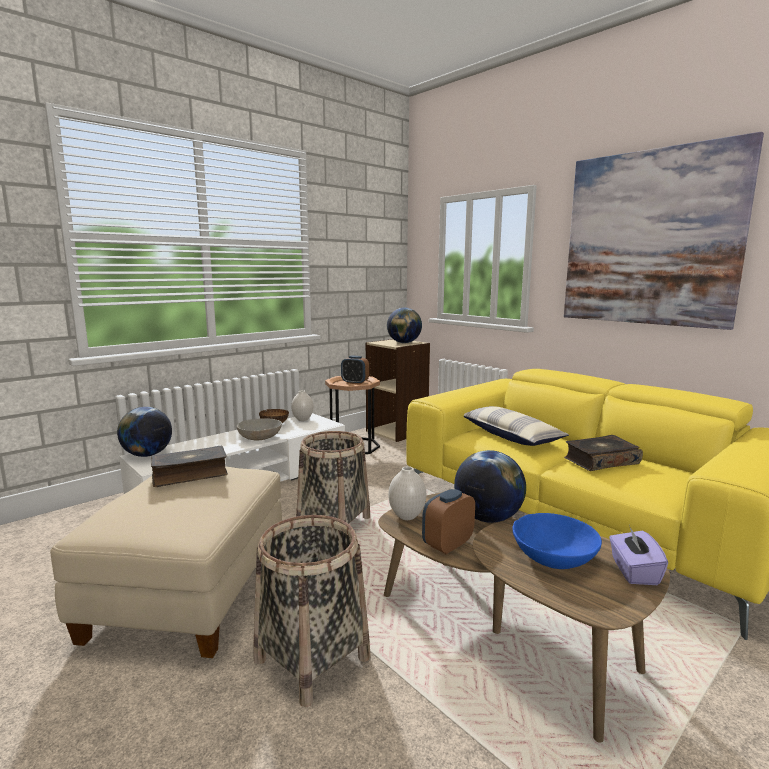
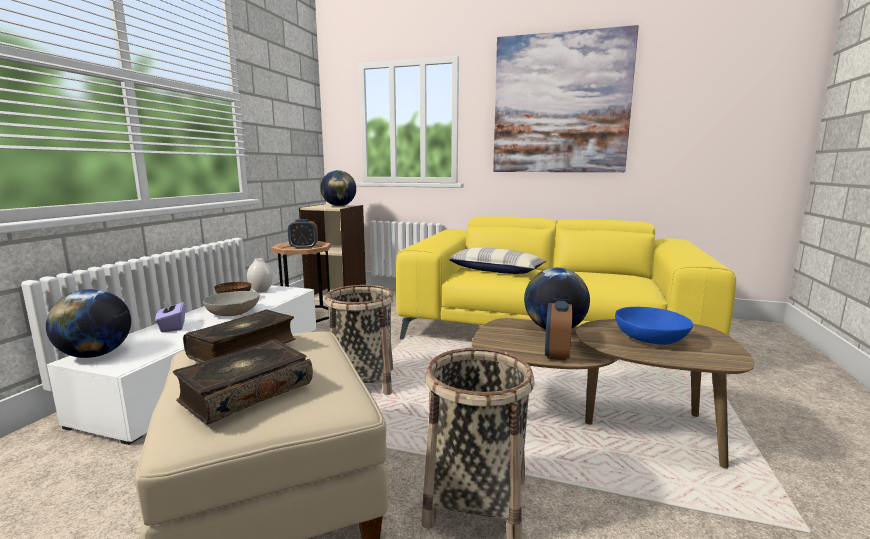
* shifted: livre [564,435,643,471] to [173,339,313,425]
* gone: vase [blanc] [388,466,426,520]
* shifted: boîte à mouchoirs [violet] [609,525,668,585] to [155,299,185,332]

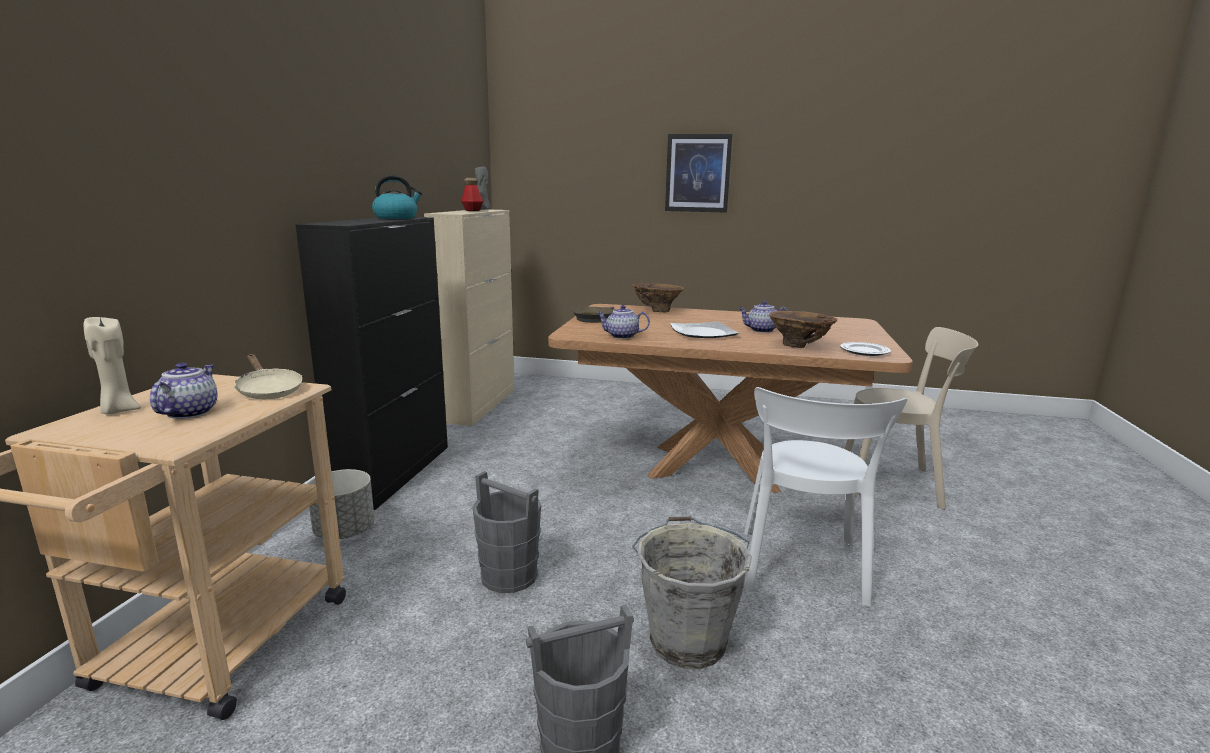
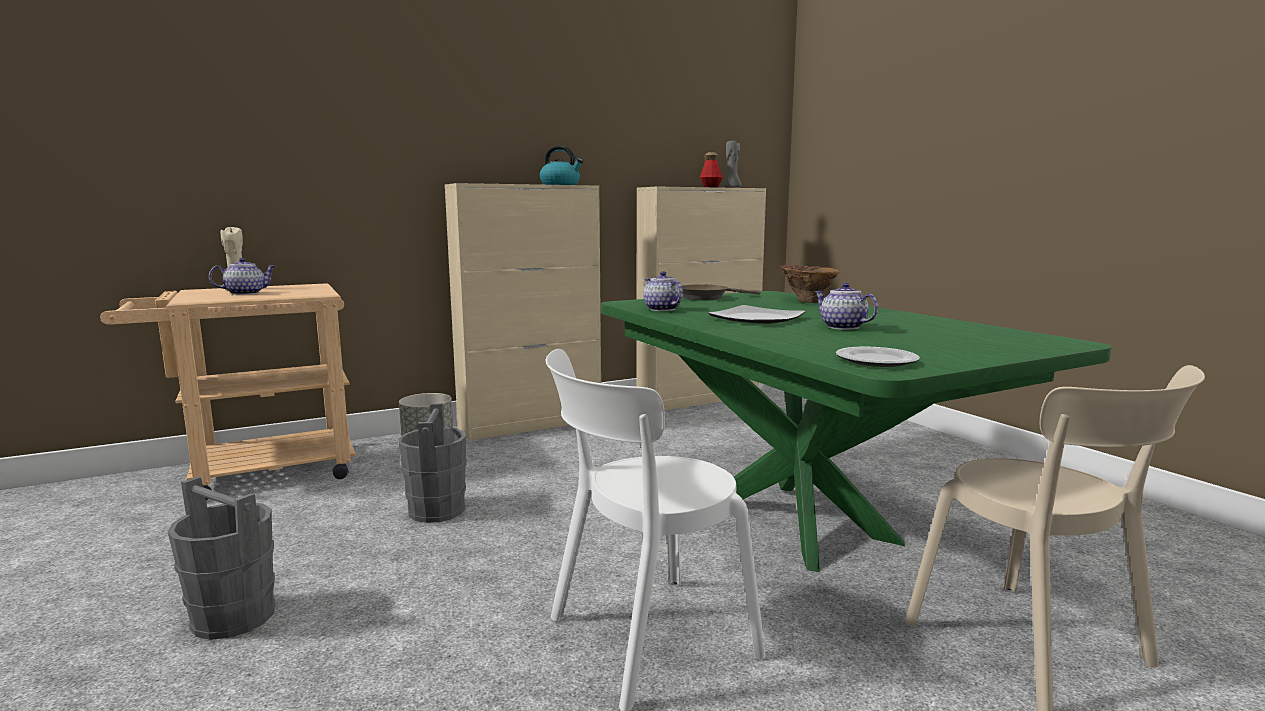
* gone: tableau [665,134,733,213]
* repainted: meuble de rangement [noir] [295,217,448,510] to meuble de rangement [beige] [445,183,601,440]
* repainted: table à manger [marron] [548,304,913,493] to table à manger [vert] [601,291,1111,572]
* gone: vase [marron] [769,311,837,348]
* gone: poêle [beige] [234,354,302,399]
* gone: seau [gris] [632,516,752,669]

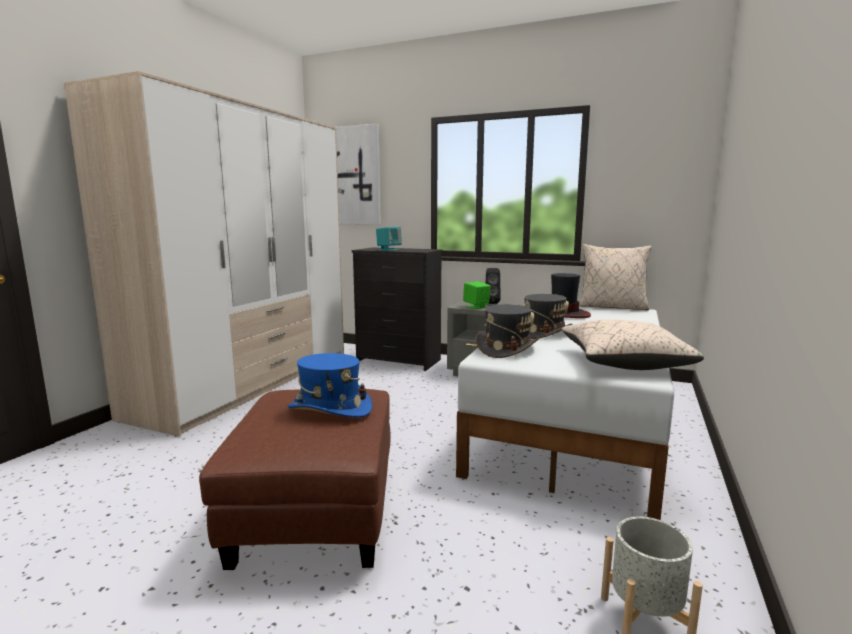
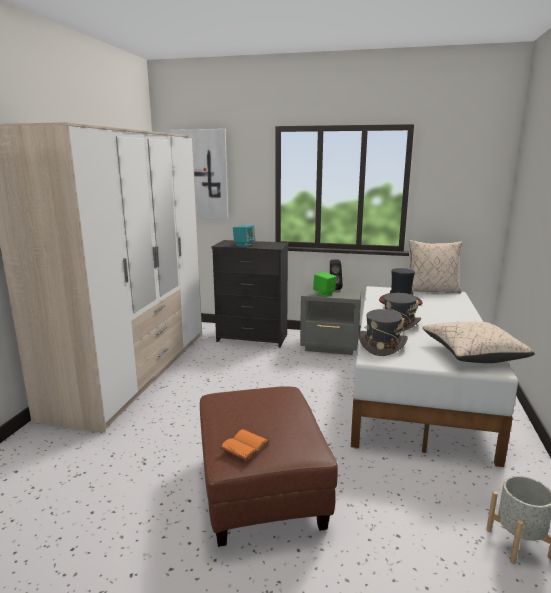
* gone: chapeau [bleu] [288,353,372,417]
* new: livre [orange] [220,429,269,461]

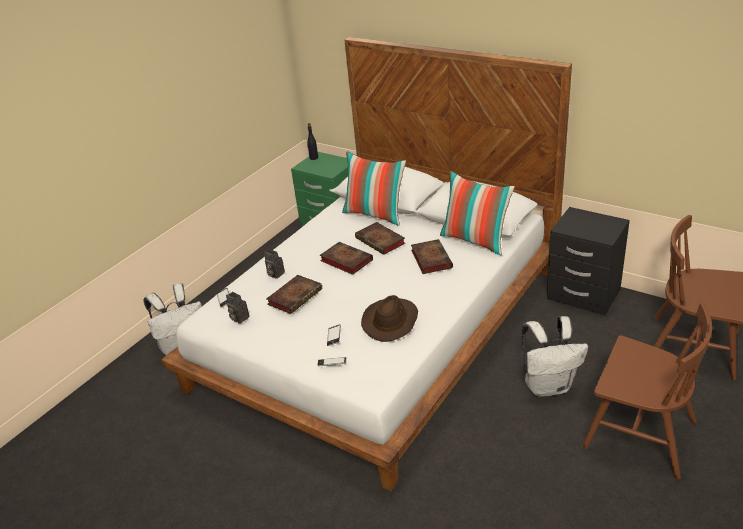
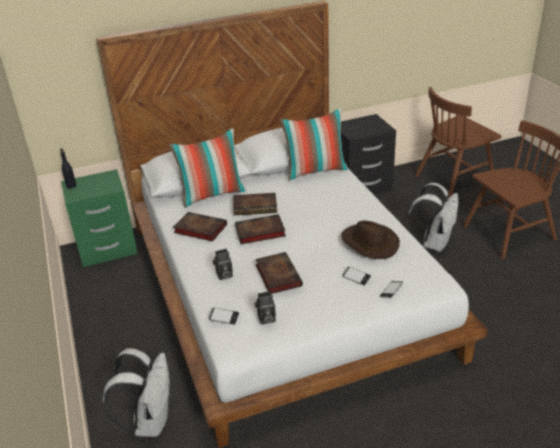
* shifted: livre [411,239,453,274] to [173,212,227,242]

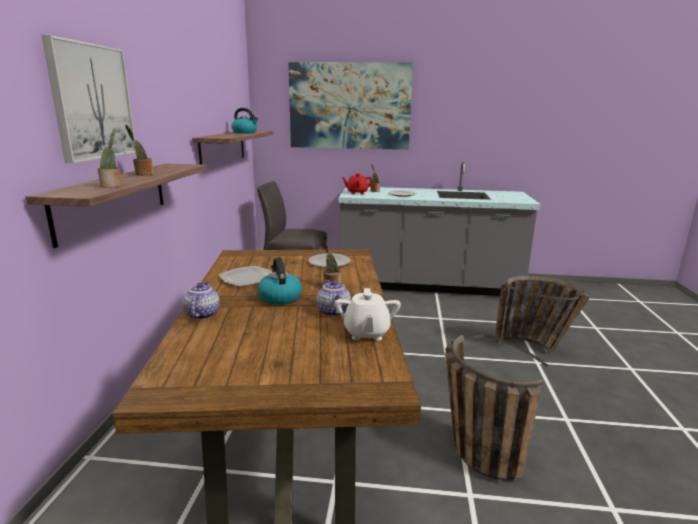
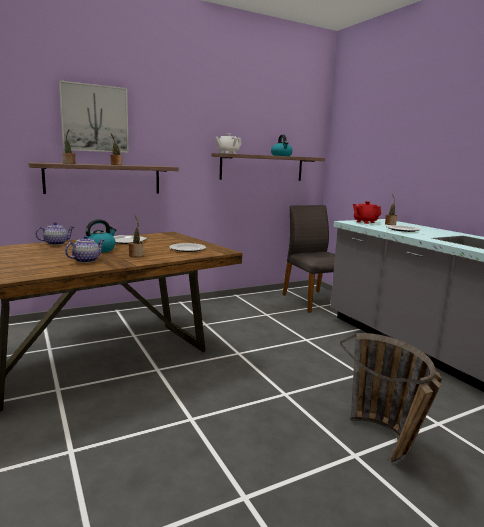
* gone: tableau [288,62,413,150]
* shifted: théière [blanc] [335,288,401,341] to [215,133,242,154]
* gone: panier [445,334,548,480]

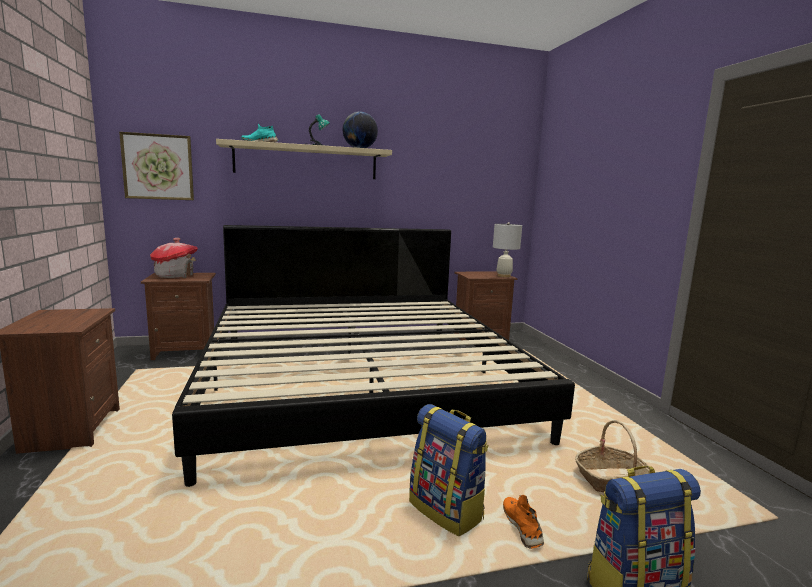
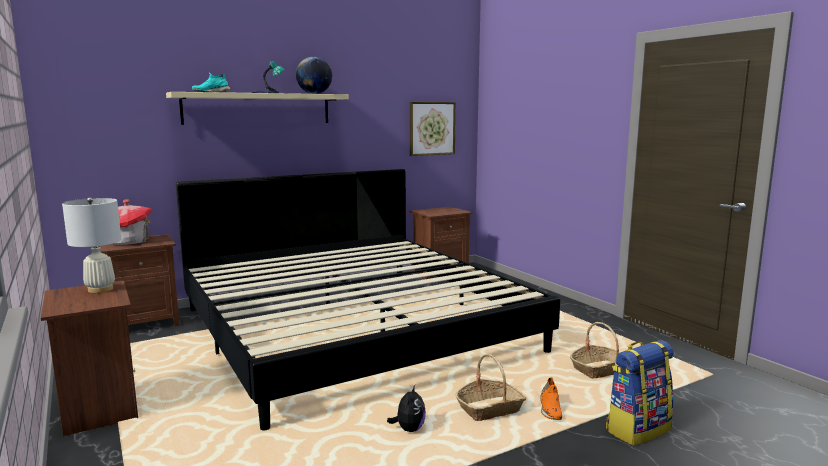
* shifted: tableau [119,132,194,200] to [410,102,456,156]
* shifted: lampe de table [blanc] [493,222,522,277] to [62,197,121,293]
* swapped: sac à dos [409,404,488,536] to panier [455,354,526,421]
* rotated: chaussure [orange] [503,495,544,549] = [541,377,562,420] 150 degrees counterclockwise
* new: peluche [387,385,426,432]

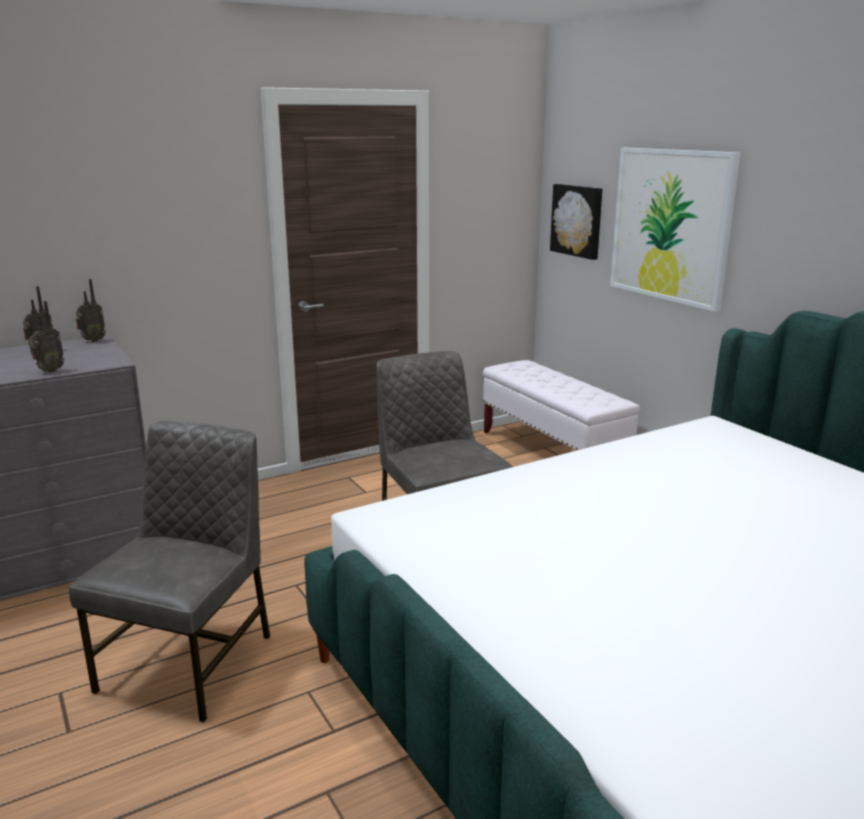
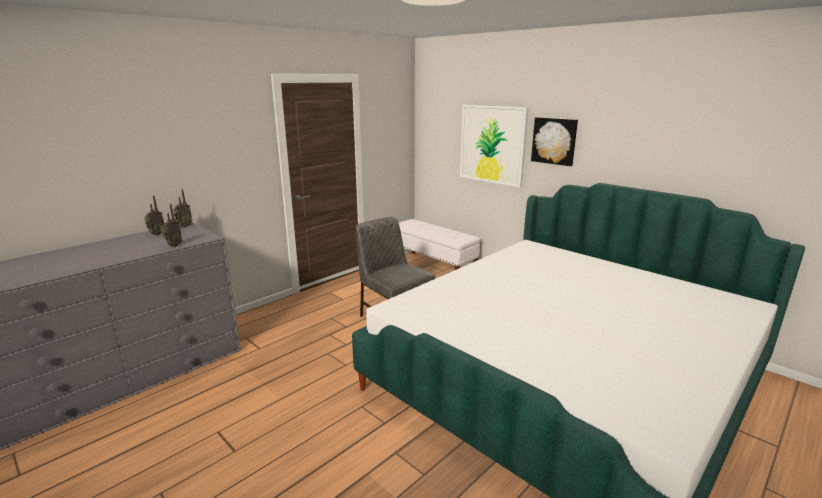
* shifted: tableau [550,184,602,260] to [531,117,578,166]
* gone: chaise [gris] [69,420,270,722]

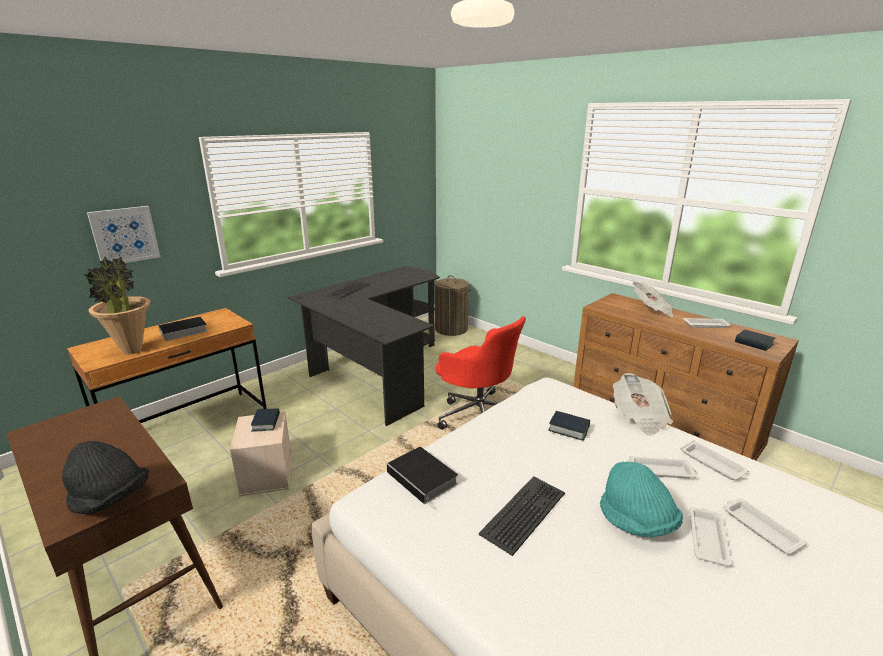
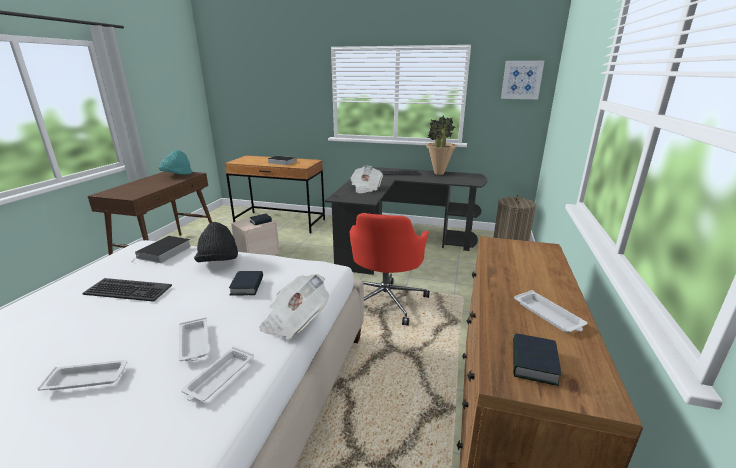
* shifted: tableau [87,206,160,263] to [501,61,544,99]
* shifted: plante en pot [84,256,151,354] to [426,116,457,175]
* shifted: journal [632,282,673,317] to [350,166,383,193]
* shifted: chapeau [noir] [62,441,149,514] to [194,222,238,262]
* shifted: chapeau [turquoise] [600,461,683,538] to [159,150,193,174]
* gone: plateau [blanc] [723,498,807,555]

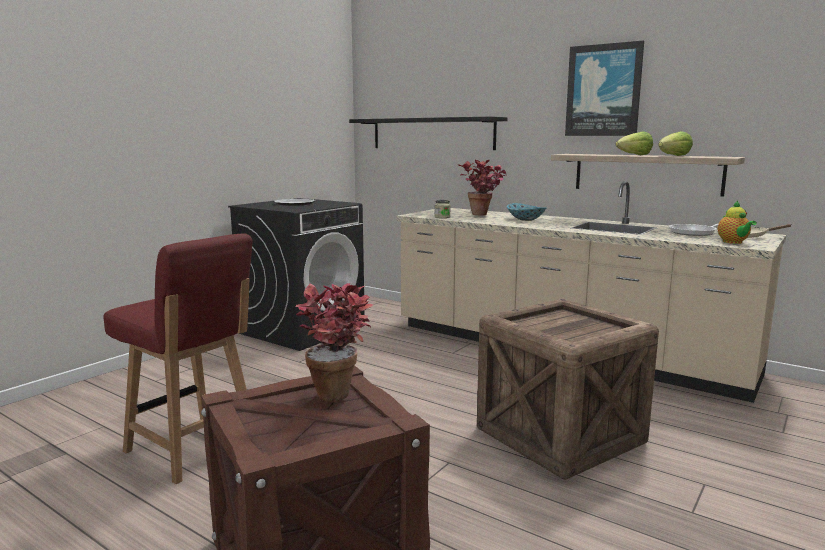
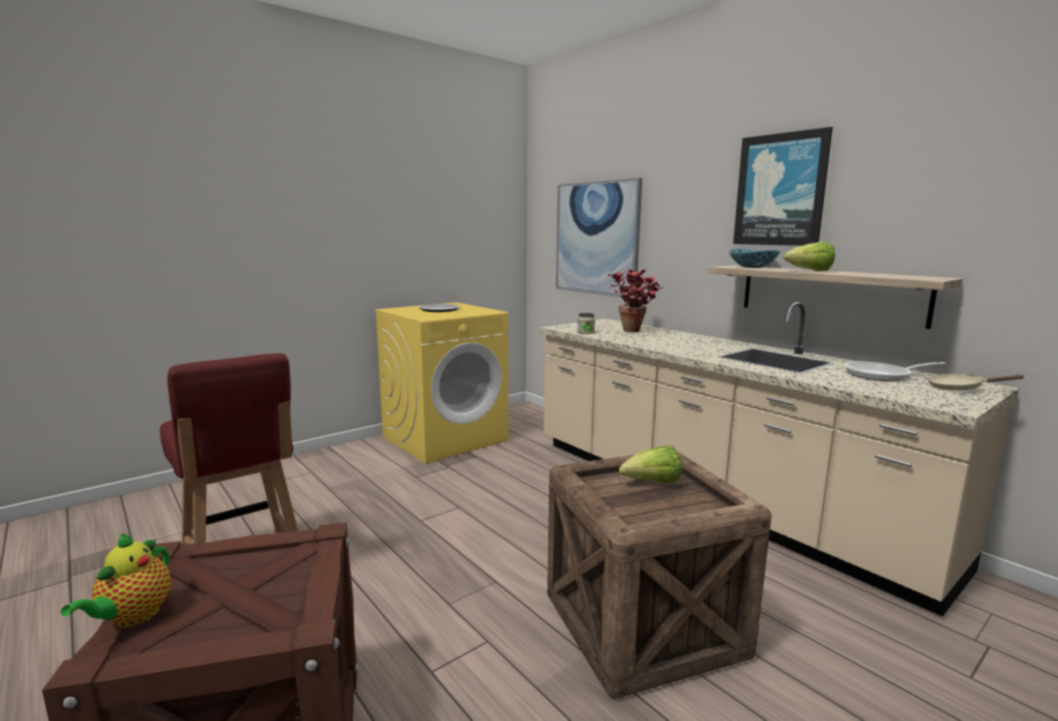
* swapped: étagère [noir] [349,116,508,150] to tableau [556,178,642,297]
* shifted: laitue [658,131,693,156] to [619,445,682,484]
* repainted: lave-linge [noir] [228,198,365,351] to lave-linge [jaune] [374,302,508,464]
* shifted: théière [718,201,757,244] to [61,533,171,627]
* shifted: bol [507,203,546,221] to [729,248,780,268]
* gone: plante en pot [295,283,373,402]

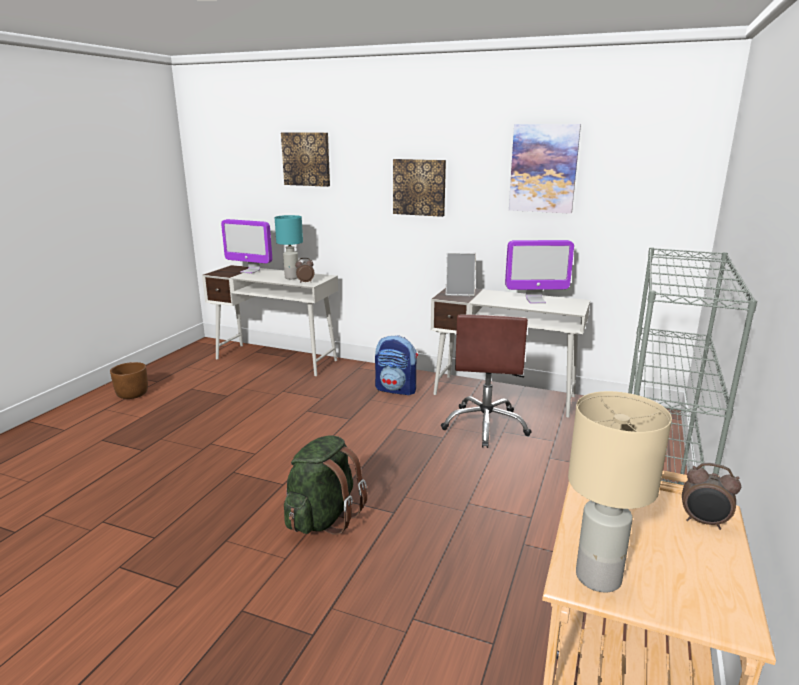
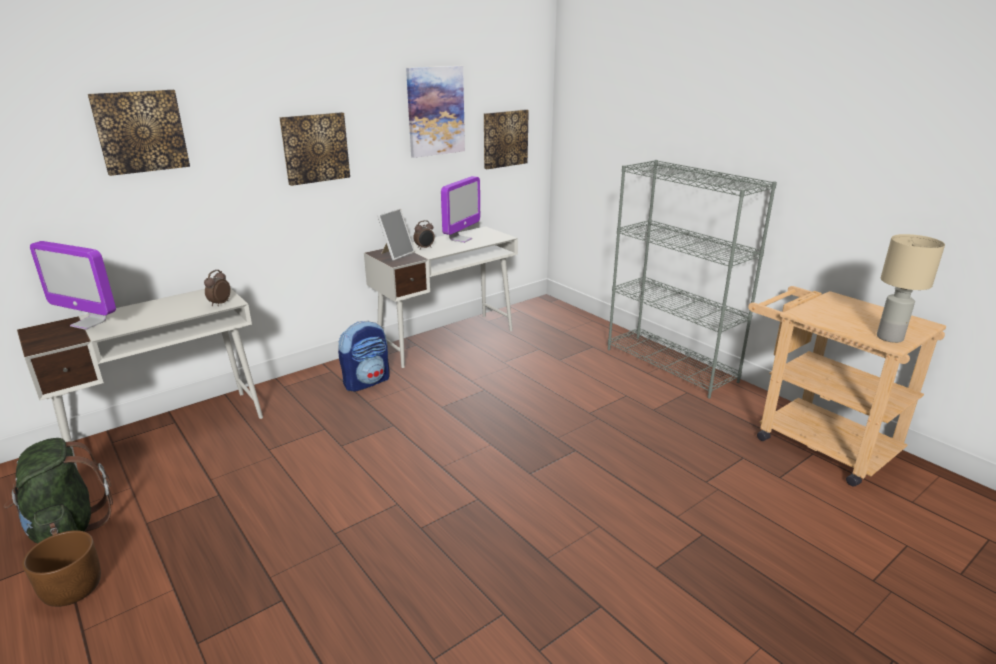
* gone: lampe de table [turquoise] [275,215,303,279]
* rotated: écran d'ordinateur [221,219,272,274] = [30,241,116,330] 60 degrees clockwise
* gone: chaise de bureau [marron] [441,314,532,448]
* shifted: sac à dos [vert] [284,435,367,535] to [4,438,113,543]
* shifted: réveil [682,463,741,530] to [414,220,435,250]
* new: tableau [484,109,529,169]

